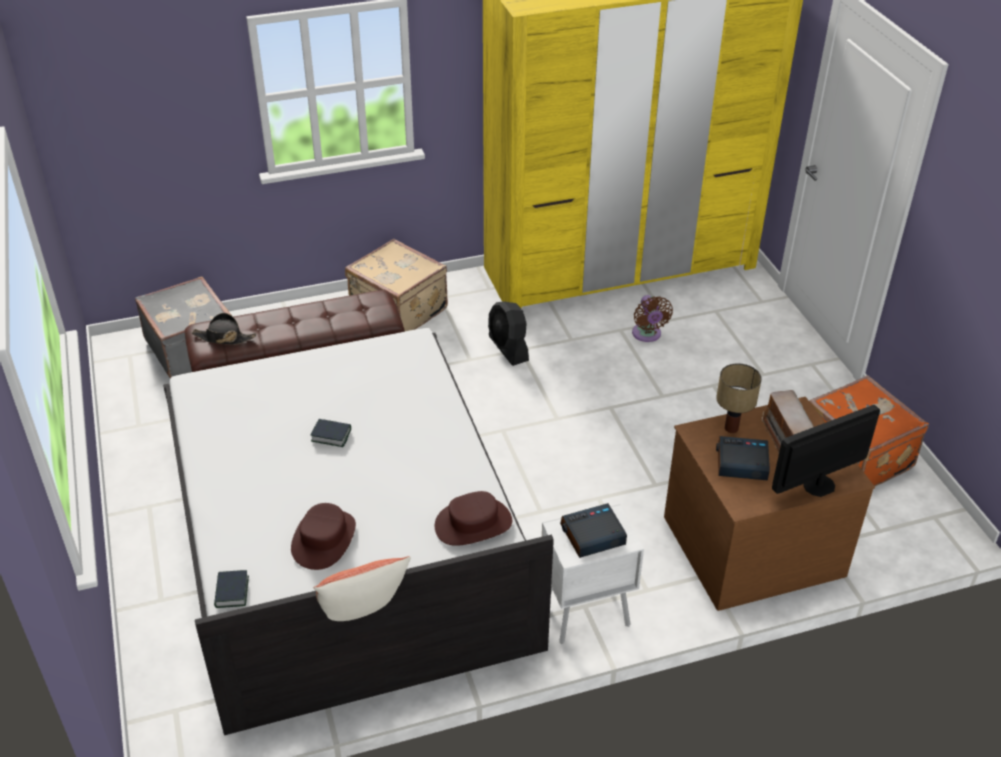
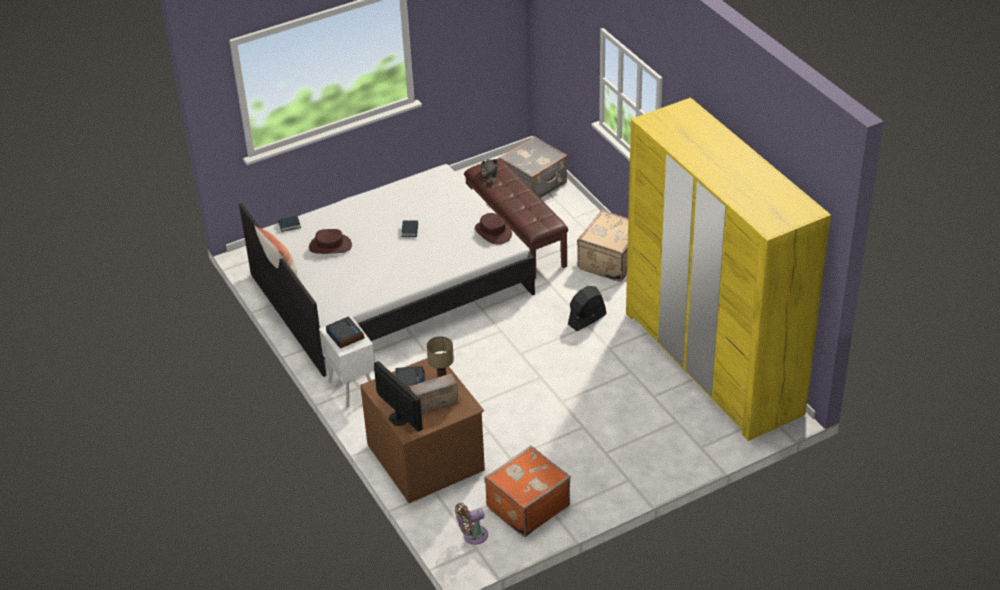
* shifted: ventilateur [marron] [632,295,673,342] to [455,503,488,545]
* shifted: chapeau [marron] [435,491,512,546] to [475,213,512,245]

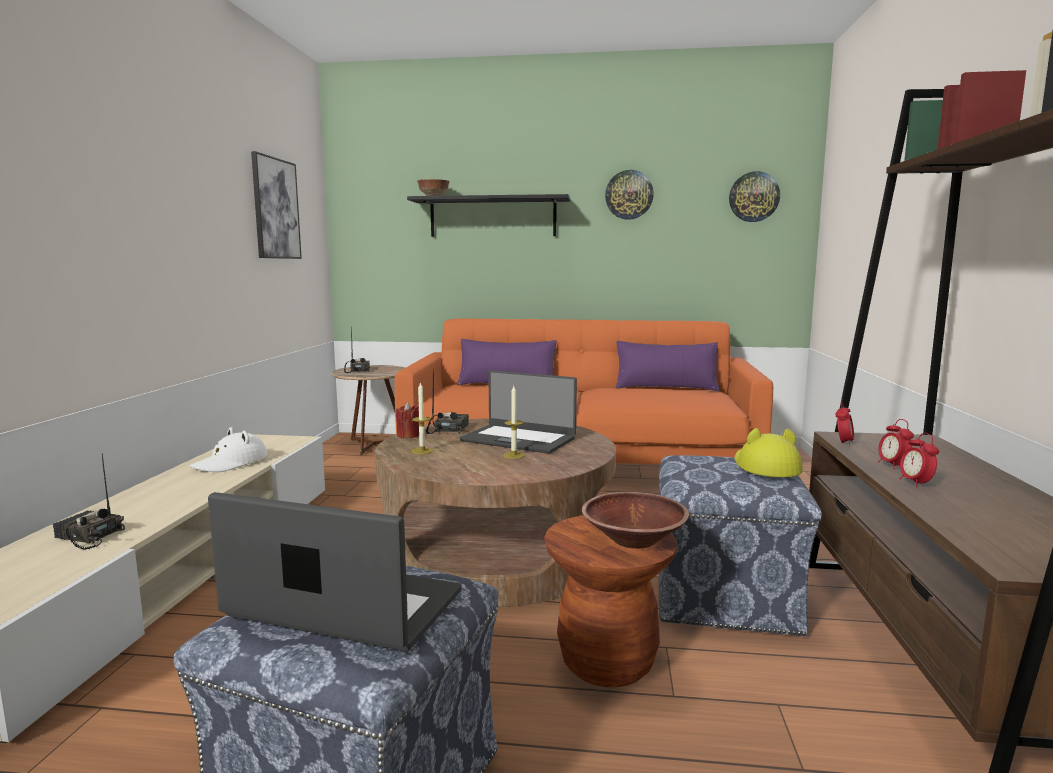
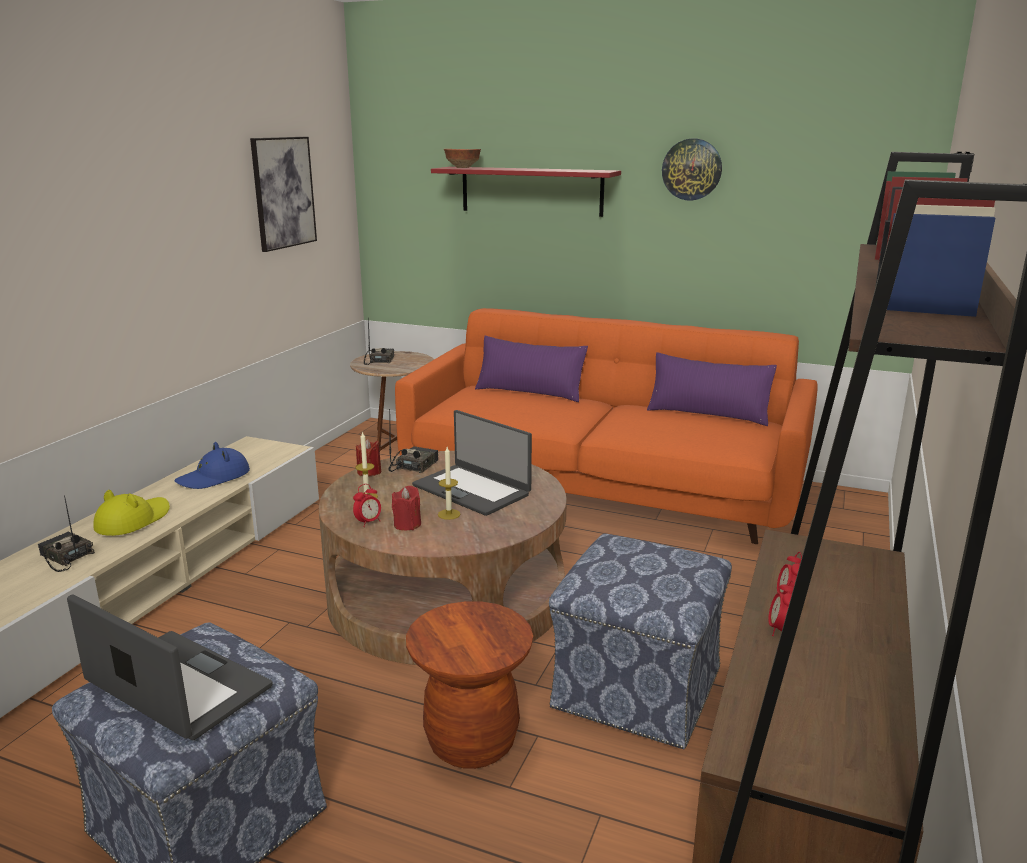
* gone: horloge murale [729,171,780,222]
* repainted: étagère [noir] [407,194,571,237] to étagère [rouge] [431,167,621,217]
* shifted: réveil [836,401,854,446] to [353,484,381,527]
* repainted: chapeau [blanc] [190,427,268,472] to chapeau [bleu] [175,442,250,489]
* shifted: chapeau [jaune] [735,428,803,477] to [93,490,170,536]
* gone: bol [marron] [582,492,689,549]
* new: bougie [rouge] [392,486,421,531]

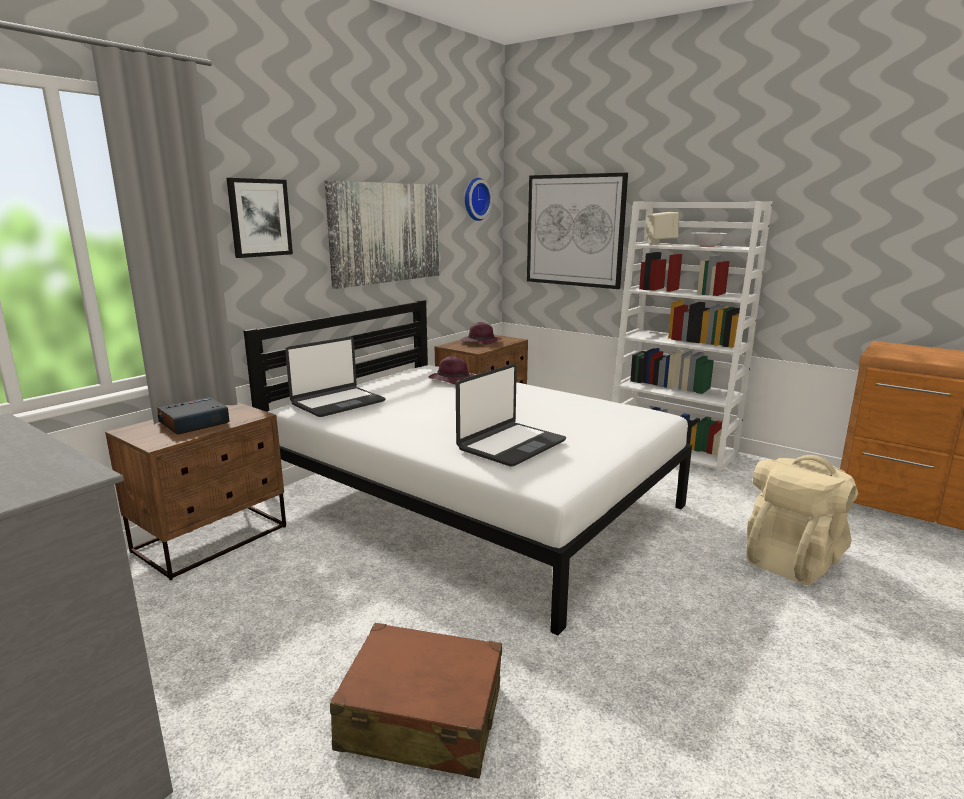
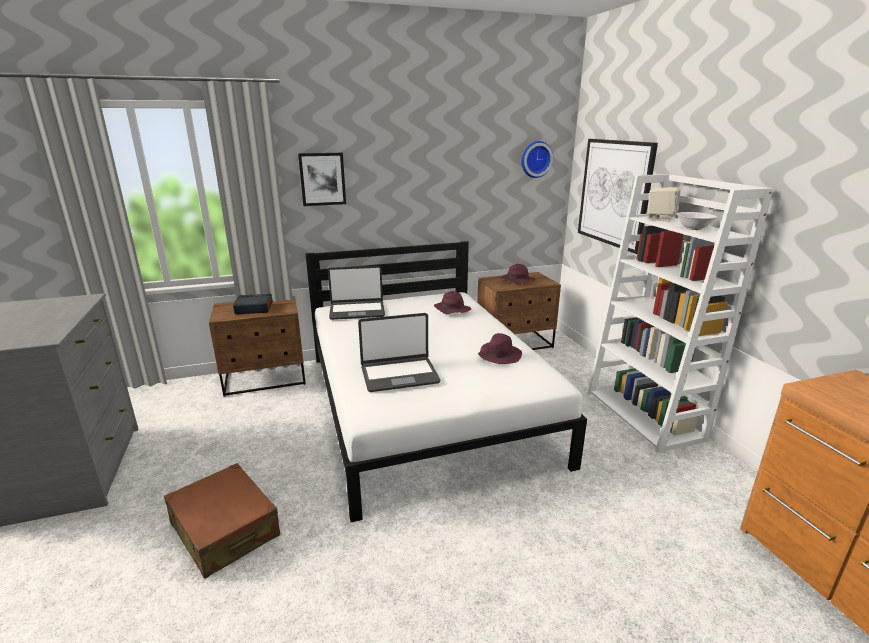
* gone: tableau [325,181,439,289]
* gone: sac à dos [beige] [747,455,858,585]
* new: chapeau [violet] [478,333,522,364]

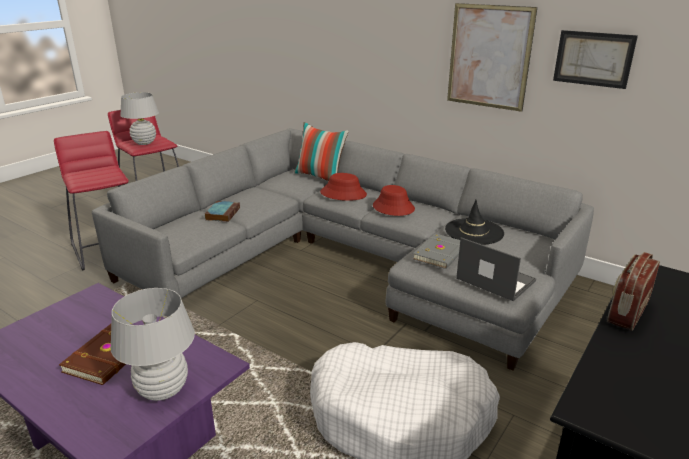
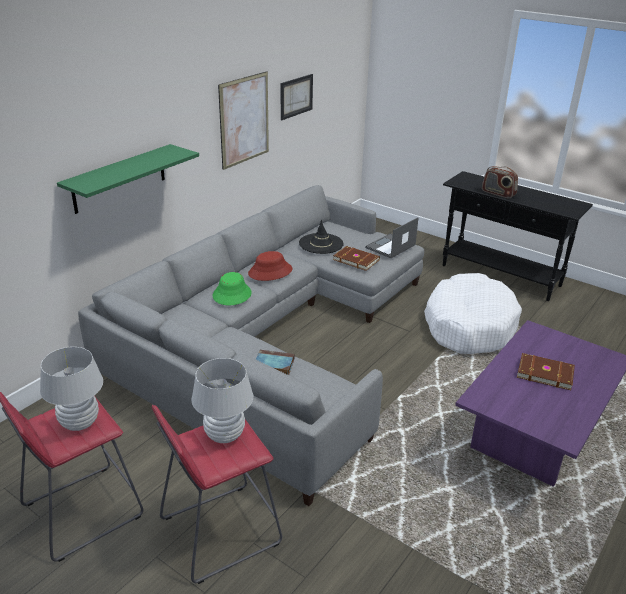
* gone: coussin [294,122,349,181]
* repainted: chapeau [rouge] [320,173,367,201] to chapeau [vert] [213,272,252,305]
* repainted: livre [gris] [413,234,460,269] to livre [marron] [333,246,380,271]
* shifted: lampe de table [blanc] [110,288,195,401] to [191,358,253,443]
* new: étagère [vert] [57,144,199,214]

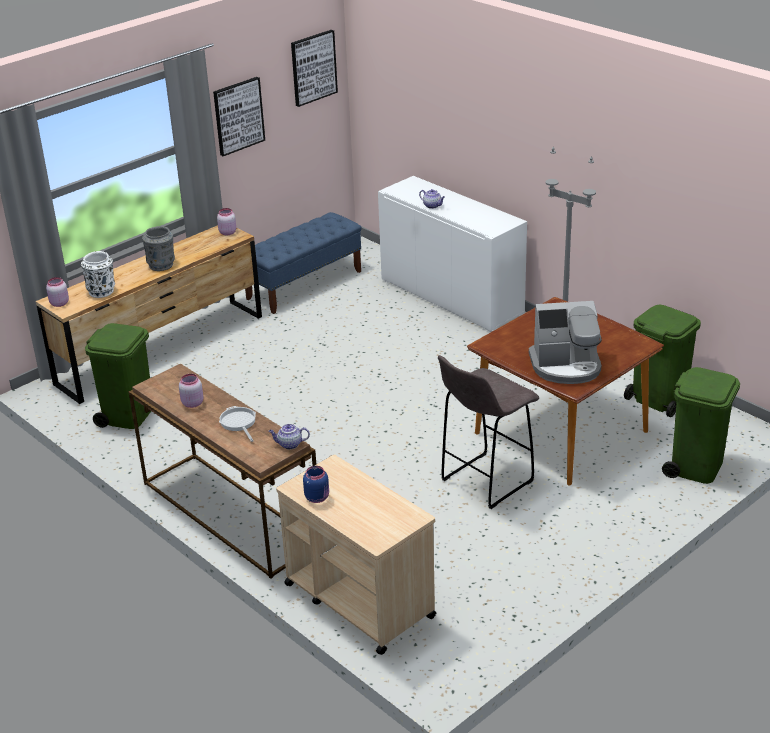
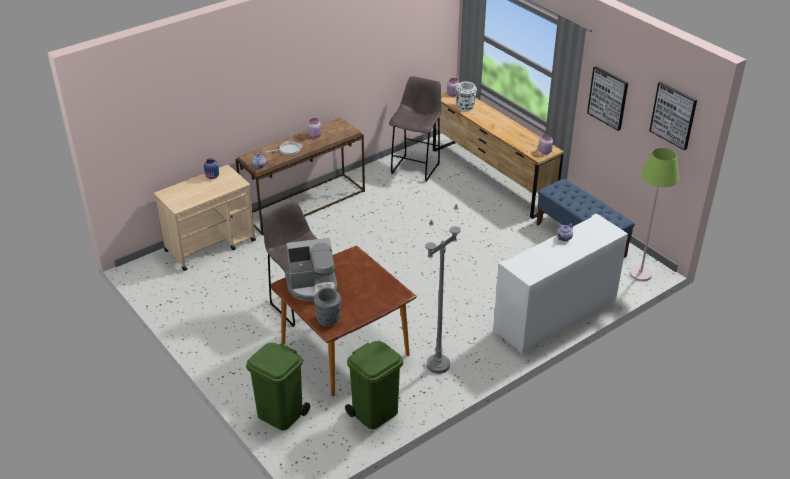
* shifted: vase [gris] [142,226,175,271] to [314,287,341,326]
* rotated: machine à café [529,301,602,384] = [285,238,337,301] 105 degrees counterclockwise
* swapped: poubelle [vert] [85,323,151,429] to tabouret [gris] [389,76,441,182]
* new: lampadaire [vert] [630,148,679,281]

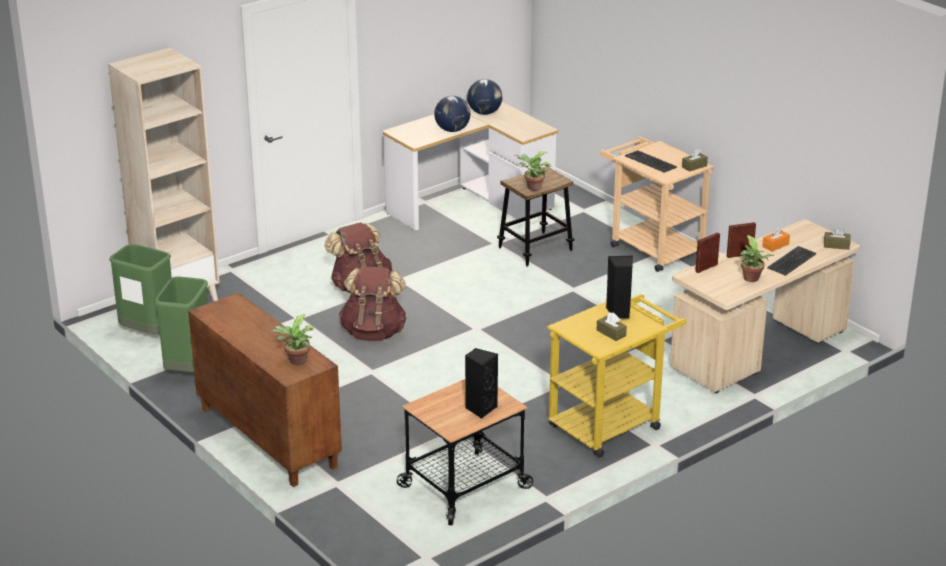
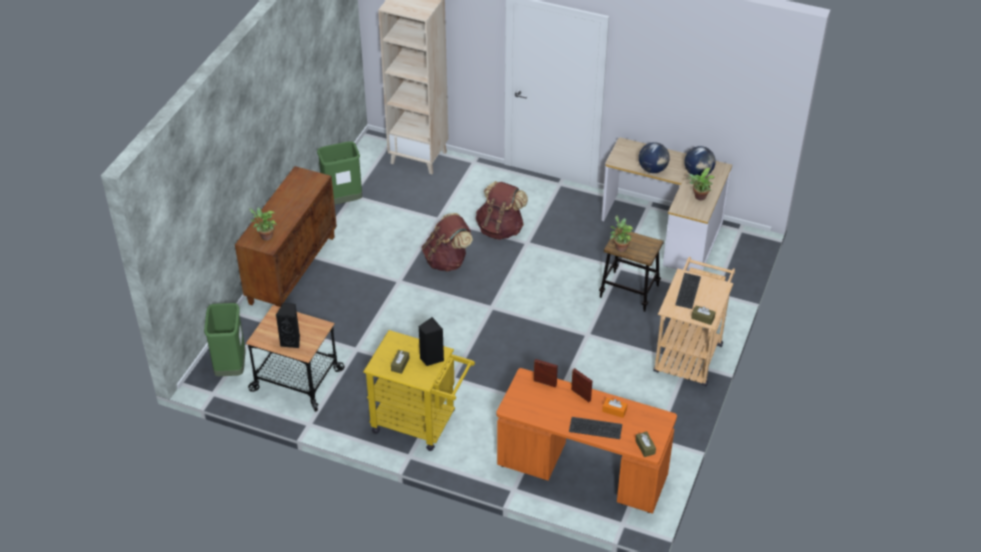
* repainted: bureau [beige] [670,219,860,393] to bureau [orange] [496,368,677,514]
* shifted: plante en pot [740,235,774,282] to [687,168,714,200]
* shifted: poubelle [vert] [109,244,172,334] to [204,303,246,376]

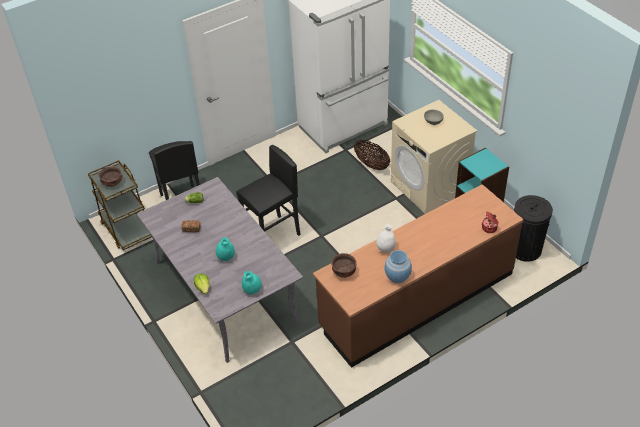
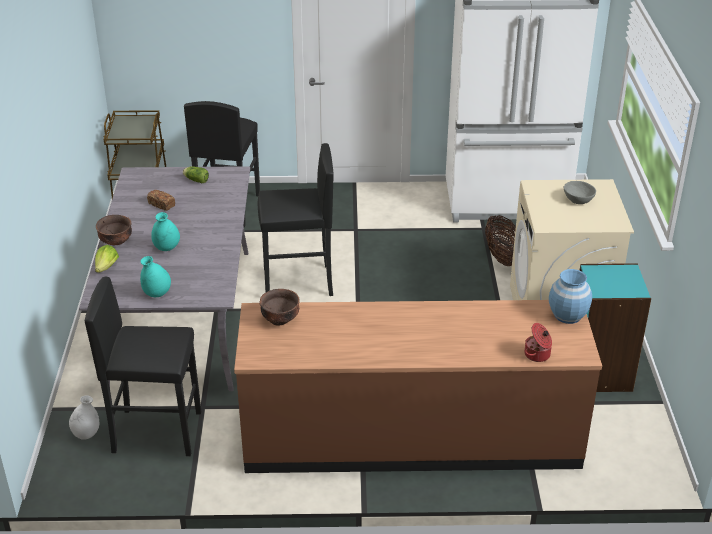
* shifted: bol [marron] [99,166,122,187] to [96,215,132,245]
* gone: poubelle [noir] [514,195,553,262]
* shifted: vase [blanc] [376,224,396,253] to [69,395,99,440]
* shifted: vase [bleu] [384,250,412,283] to [549,269,592,324]
* new: tabouret [noir] [85,277,201,456]

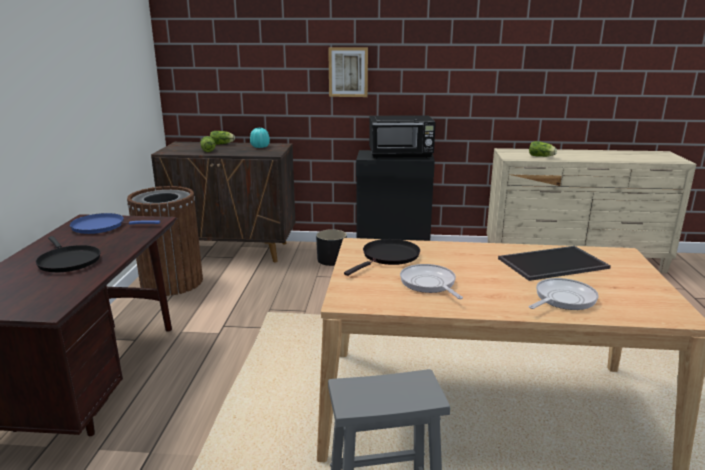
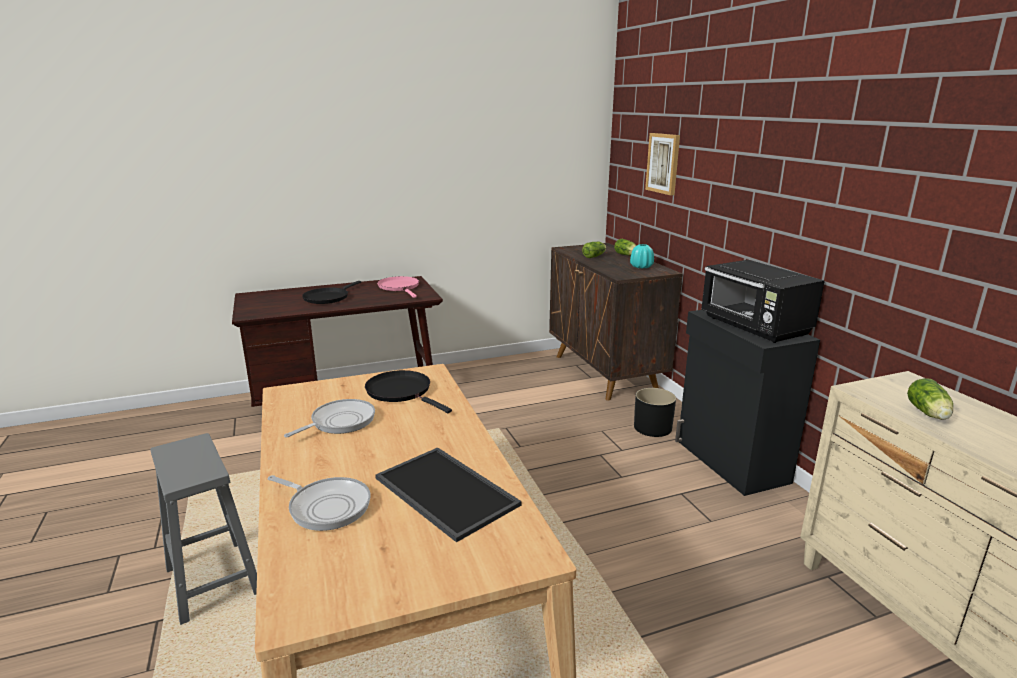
* shifted: tableau [328,47,368,97] to [645,133,680,195]
* gone: poubelle [marron] [127,186,203,296]
* repainted: poêle [bleu] [69,213,160,234] to poêle [rose] [377,276,419,298]
* rotated: poêle [noir] [344,239,420,276] = [365,370,452,413] 150 degrees counterclockwise

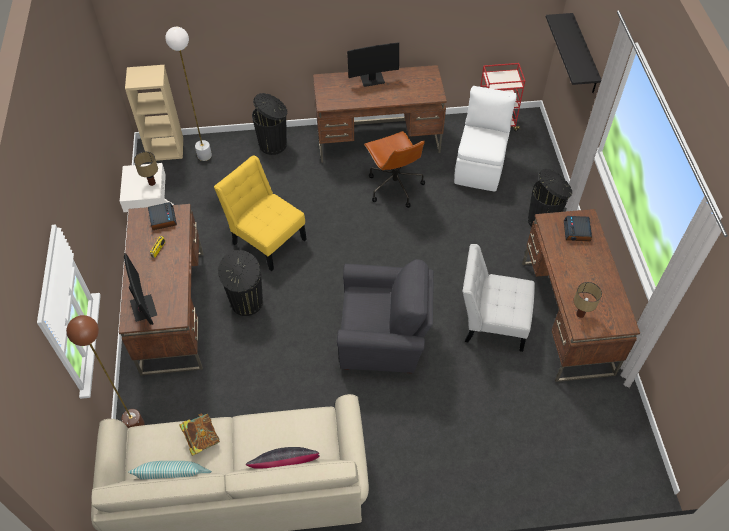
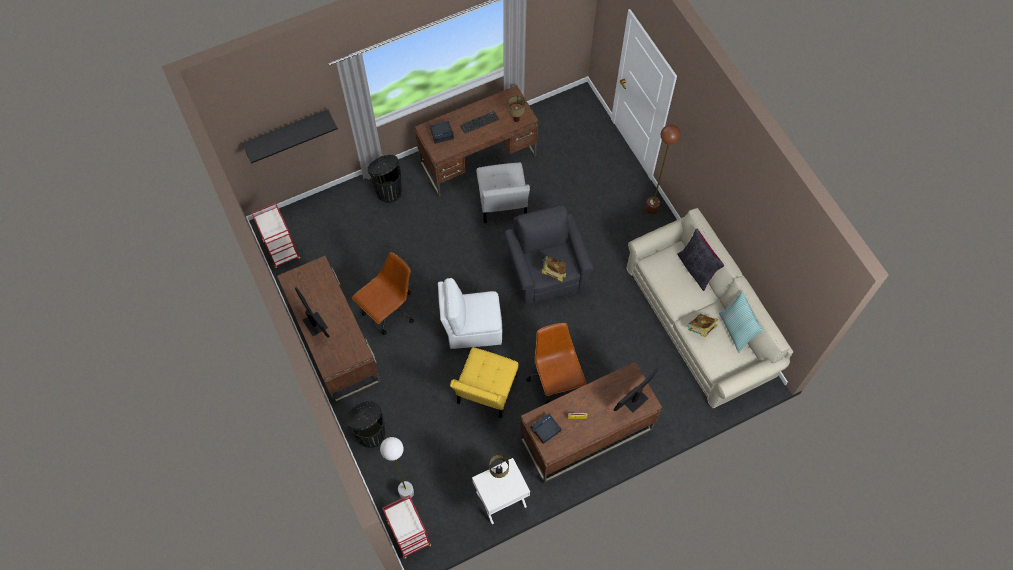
* swapped: bibliothèque [beige] [125,65,183,161] to chariot [rouge] [382,495,432,559]
* shifted: chaise [blanc] [454,86,517,191] to [438,278,502,349]
* swapped: poubelle [noir] [218,250,263,316] to chaise de bureau [marron] [526,323,586,404]
* shifted: lampadaire [marron] [66,315,144,428] to [646,124,681,214]
* new: clavier [460,111,499,134]
* new: livre [541,256,566,282]

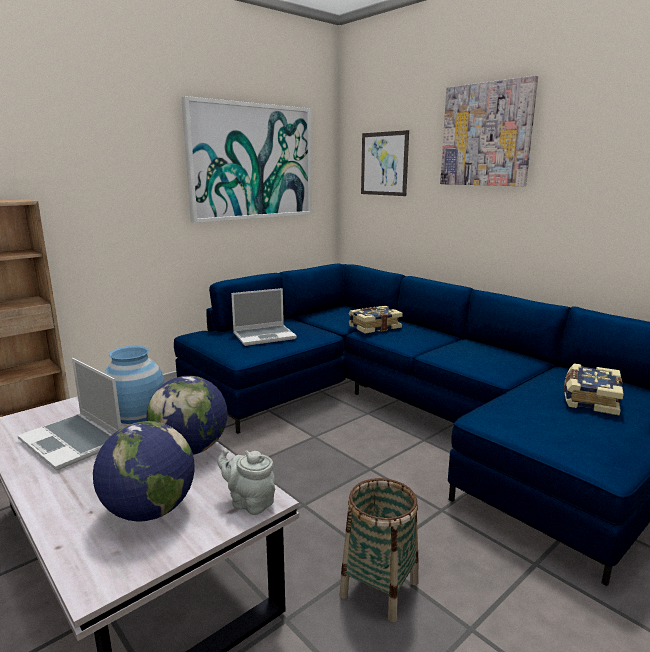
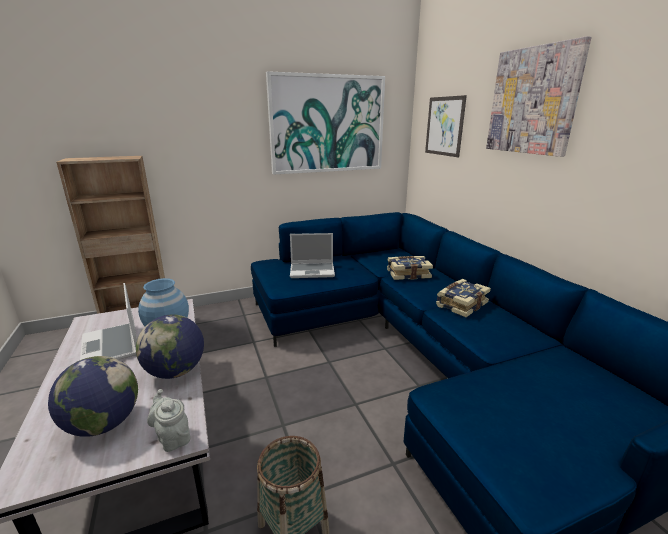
* shifted: livre [564,363,624,415] to [436,279,491,317]

